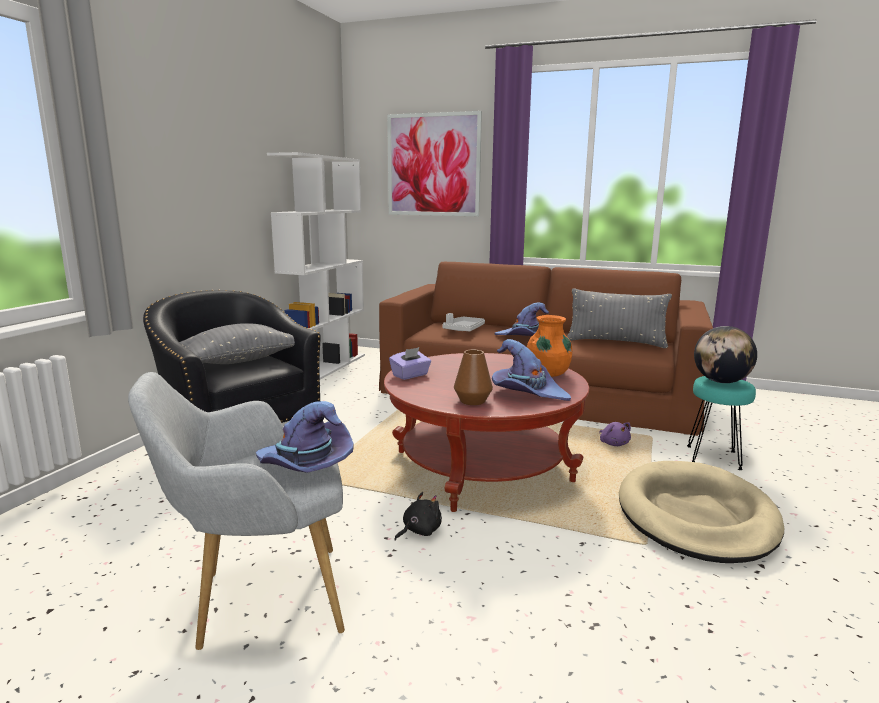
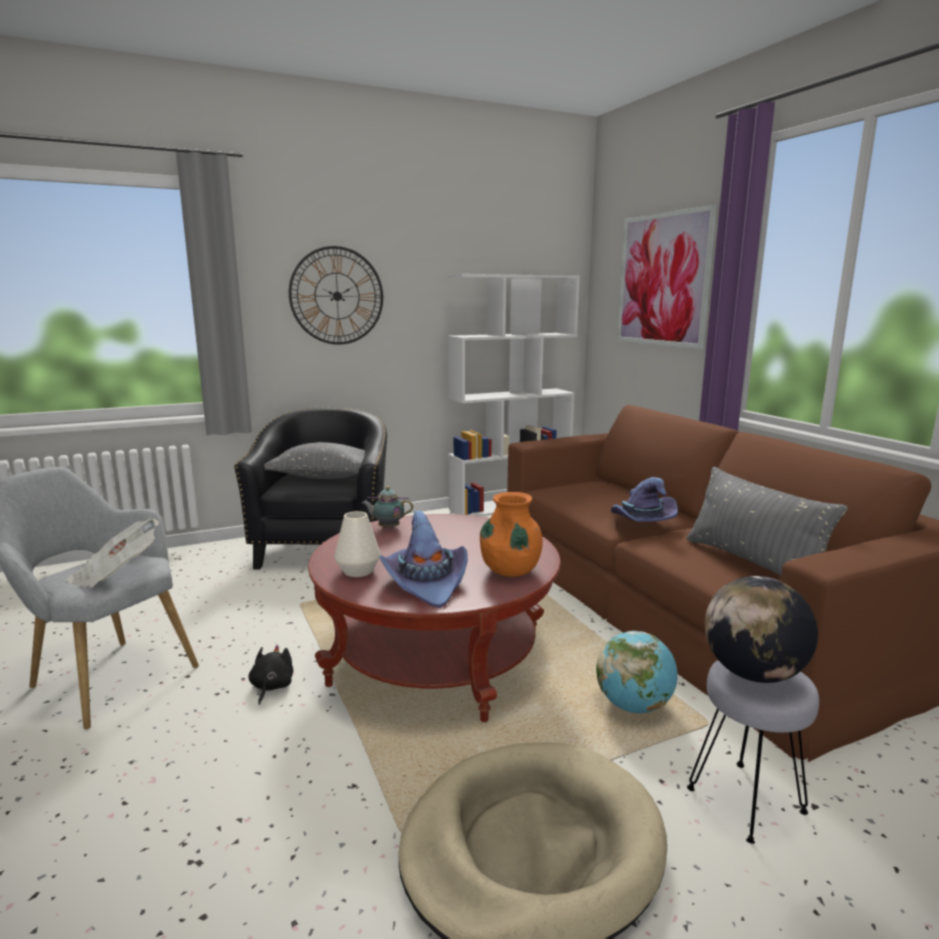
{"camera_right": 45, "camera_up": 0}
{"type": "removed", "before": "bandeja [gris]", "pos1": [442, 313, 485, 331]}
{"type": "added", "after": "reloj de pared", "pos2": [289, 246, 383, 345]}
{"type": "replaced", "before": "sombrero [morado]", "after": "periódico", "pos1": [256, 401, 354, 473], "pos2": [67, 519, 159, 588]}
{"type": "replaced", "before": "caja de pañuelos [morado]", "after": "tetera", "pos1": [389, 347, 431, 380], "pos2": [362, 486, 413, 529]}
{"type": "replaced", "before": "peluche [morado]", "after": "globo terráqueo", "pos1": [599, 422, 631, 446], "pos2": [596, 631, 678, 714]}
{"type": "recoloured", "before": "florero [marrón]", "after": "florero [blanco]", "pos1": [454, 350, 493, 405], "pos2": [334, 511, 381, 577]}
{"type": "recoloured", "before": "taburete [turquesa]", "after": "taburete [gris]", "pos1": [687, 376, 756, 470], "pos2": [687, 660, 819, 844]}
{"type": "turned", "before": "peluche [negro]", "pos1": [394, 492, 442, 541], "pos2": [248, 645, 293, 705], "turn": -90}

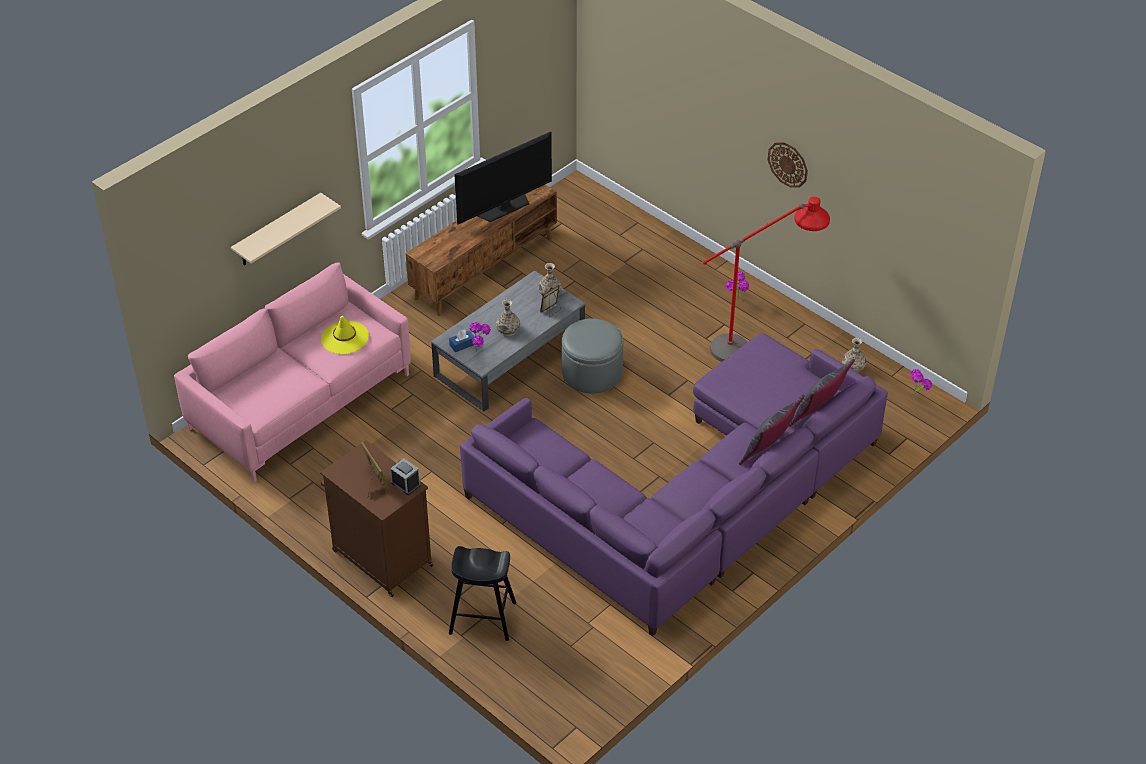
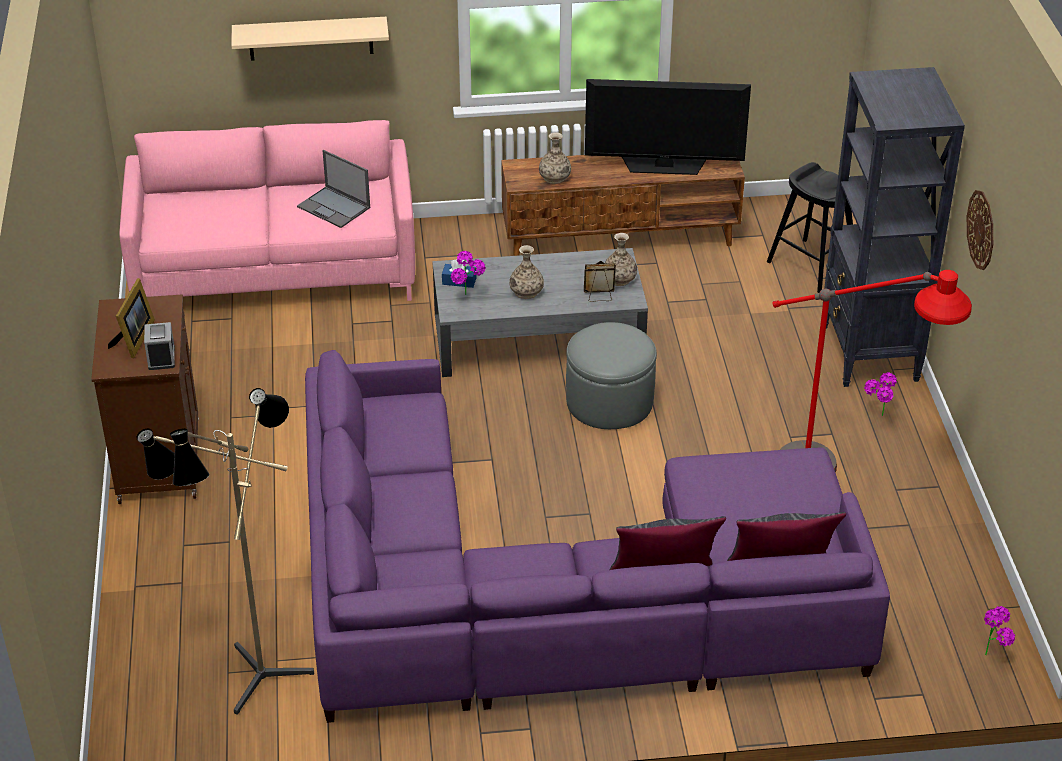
{"camera_right": 40, "camera_up": -5}
{"type": "added", "after": "lámpara de pie", "pos2": [136, 388, 314, 715]}
{"type": "added", "after": "estantería [negro]", "pos2": [824, 67, 965, 387]}
{"type": "moved", "before": "taburete [negro]", "pos1": [449, 546, 516, 641], "pos2": [767, 162, 853, 293]}
{"type": "moved", "before": "florero", "pos1": [842, 338, 866, 373], "pos2": [539, 132, 571, 184]}
{"type": "replaced", "before": "sombrero [amarillo]", "after": "portátil", "pos1": [321, 316, 369, 354], "pos2": [297, 150, 370, 228]}

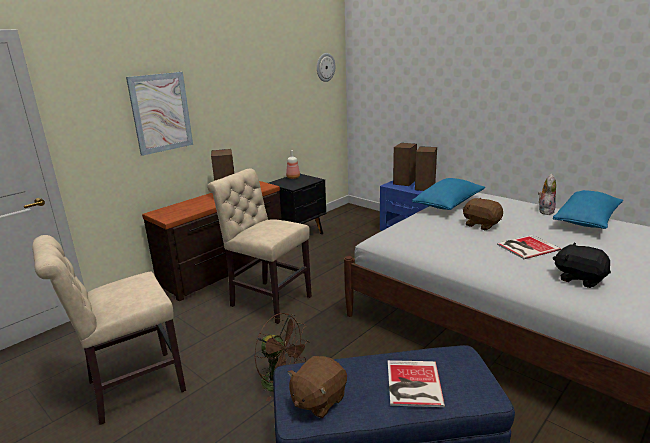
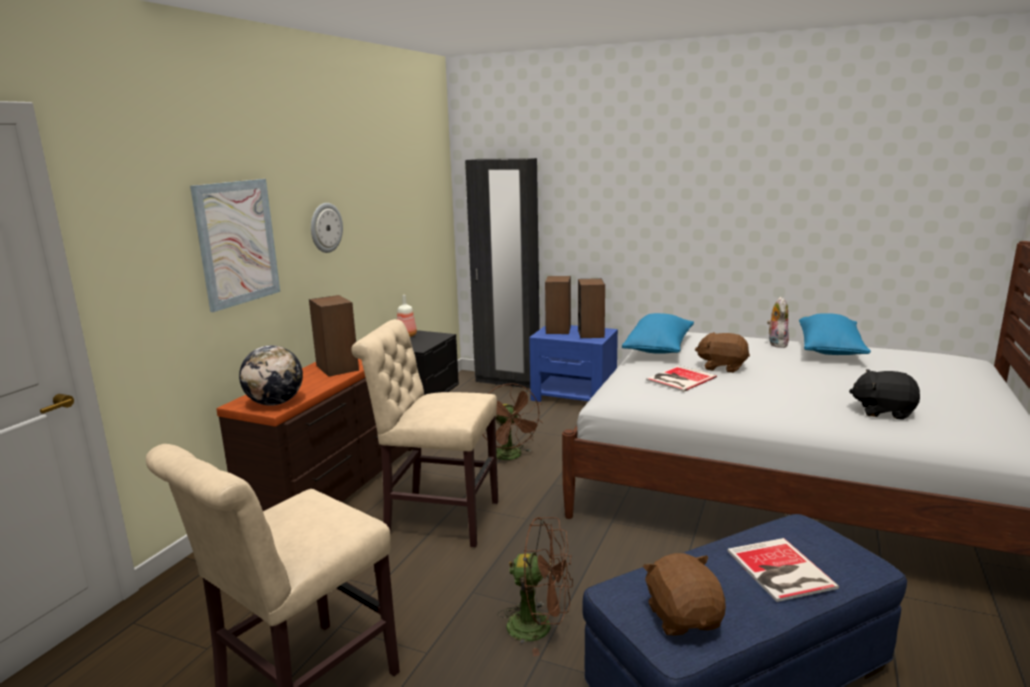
{"camera_right": -20, "camera_up": -5}
{"type": "added", "after": "globo terráqueo", "pos2": [239, 345, 303, 406]}
{"type": "added", "after": "armario ropero [negro]", "pos2": [465, 158, 540, 389]}
{"type": "added", "after": "ventilador [marrón]", "pos2": [482, 383, 543, 460]}
{"type": "moved", "before": "reloj de pared", "pos1": [317, 53, 335, 82], "pos2": [311, 203, 343, 253]}
{"type": "moved", "before": "libro", "pos1": [497, 235, 561, 259], "pos2": [646, 365, 717, 392]}
{"type": "turned", "before": "peluche [marrón]", "pos1": [287, 356, 347, 418], "pos2": [643, 553, 726, 635], "turn": 150}

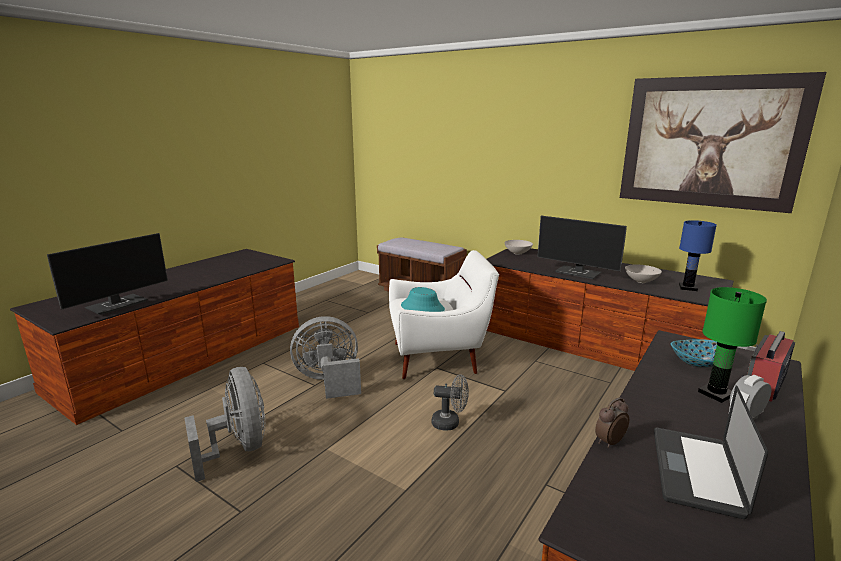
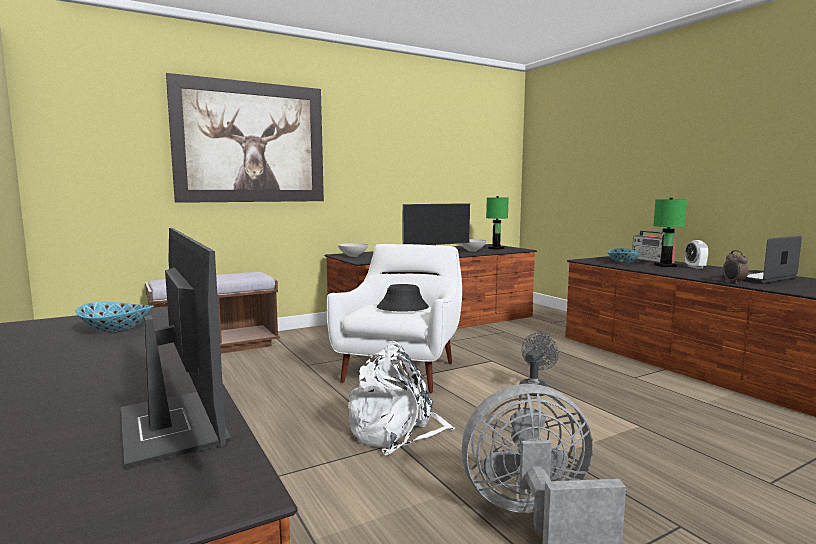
{"camera_right": -65, "camera_up": -10}
{"type": "added", "after": "cuenco", "pos2": [75, 302, 154, 333]}
{"type": "moved", "before": "cuadro", "pos1": [620, 72, 826, 213], "pos2": [166, 73, 324, 203]}
{"type": "replaced", "before": "ventilador [gris]", "after": "mochila [blanco]", "pos1": [290, 316, 361, 399], "pos2": [348, 341, 456, 455]}
{"type": "recoloured", "before": "sombrero [turquesa]", "after": "sombrero [negro]", "pos1": [401, 287, 445, 312], "pos2": [377, 284, 429, 311]}
{"type": "recoloured", "before": "lámpara de mesa [azul]", "after": "lámpara de mesa [verde]", "pos1": [679, 220, 717, 291], "pos2": [486, 196, 509, 250]}
{"type": "turned", "before": "portátil", "pos1": [654, 385, 768, 519], "pos2": [721, 236, 802, 284], "turn": 105}

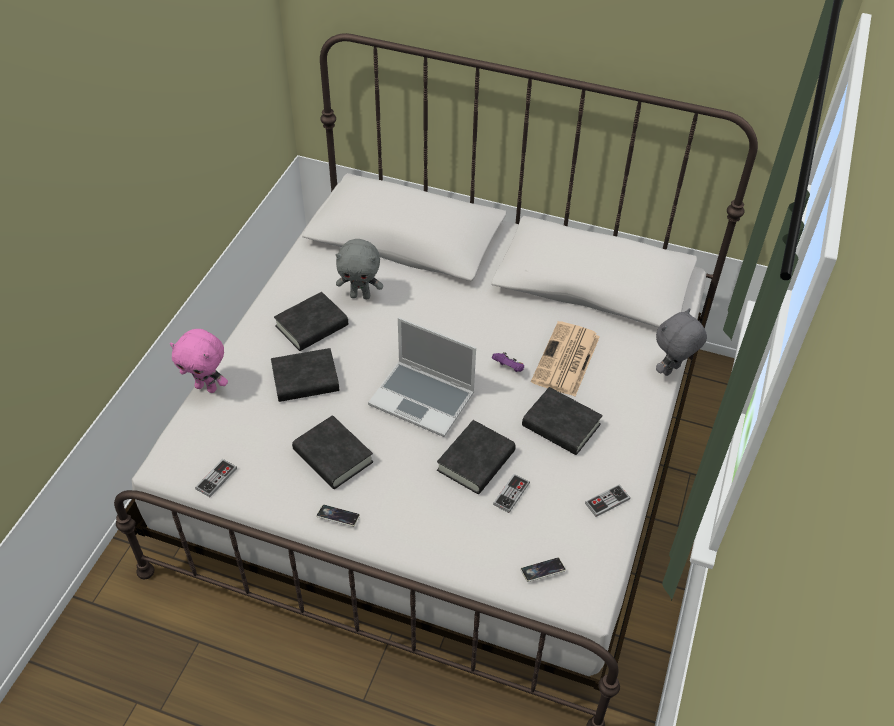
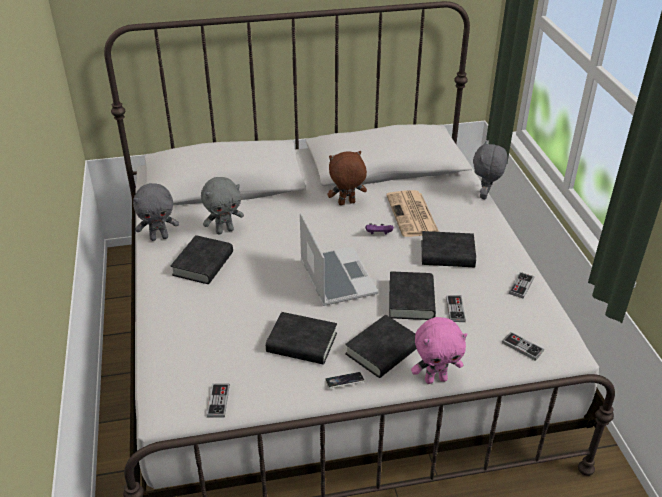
{"camera_right": -30, "camera_up": -10}
{"type": "added", "after": "peluche [gris]", "pos2": [133, 183, 179, 241]}
{"type": "added", "after": "peluche [marrón]", "pos2": [327, 151, 367, 205]}
{"type": "moved", "before": "peluche [rosa]", "pos1": [170, 329, 228, 393], "pos2": [411, 317, 467, 384]}
{"type": "moved", "before": "libro [negro]", "pos1": [271, 348, 339, 402], "pos2": [345, 315, 417, 378]}
{"type": "replaced", "before": "móvil", "after": "mando de consola", "pos1": [521, 558, 566, 582], "pos2": [502, 332, 544, 361]}
{"type": "turned", "before": "portátil", "pos1": [368, 318, 476, 437], "pos2": [300, 212, 378, 306], "turn": -105}

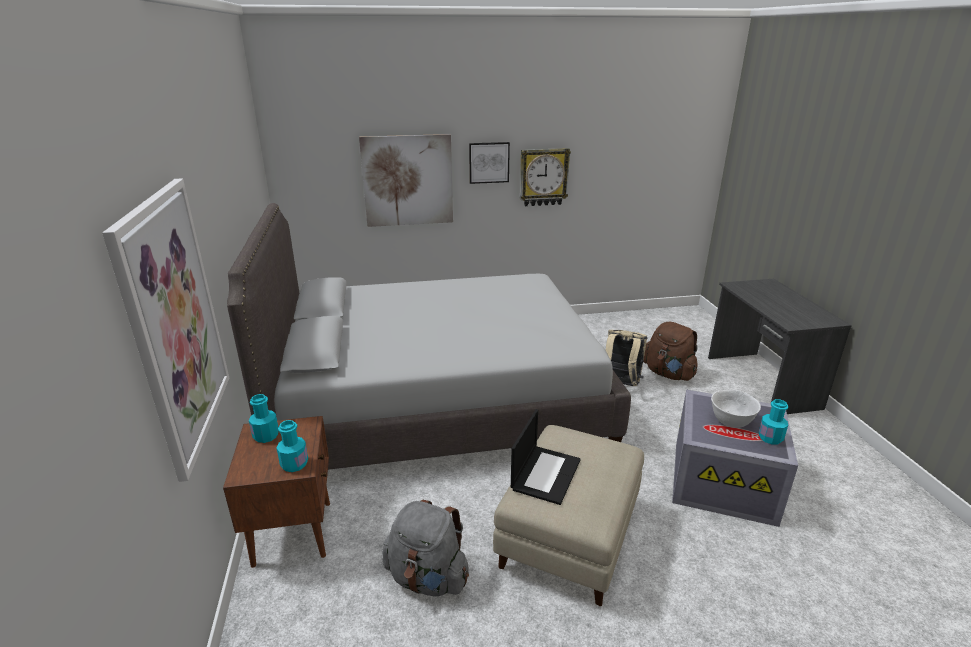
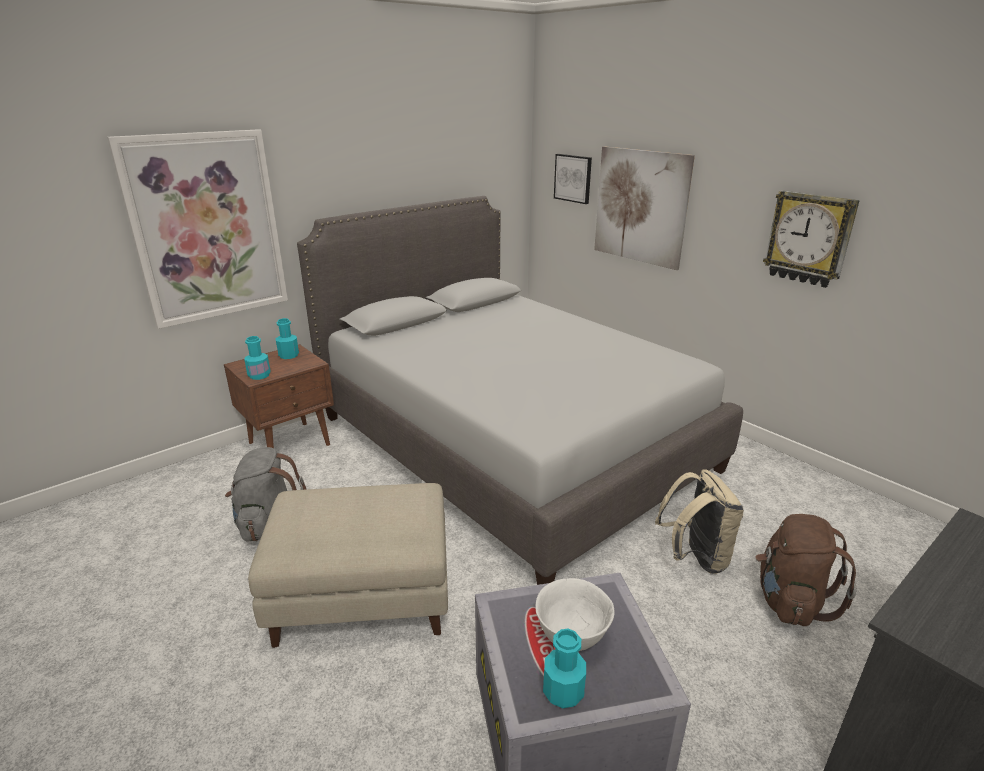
{"camera_right": 60, "camera_up": 0}
{"type": "removed", "before": "portátil", "pos1": [511, 409, 581, 505]}
{"type": "moved", "before": "cuadro", "pos1": [469, 142, 510, 184], "pos2": [554, 154, 592, 204]}

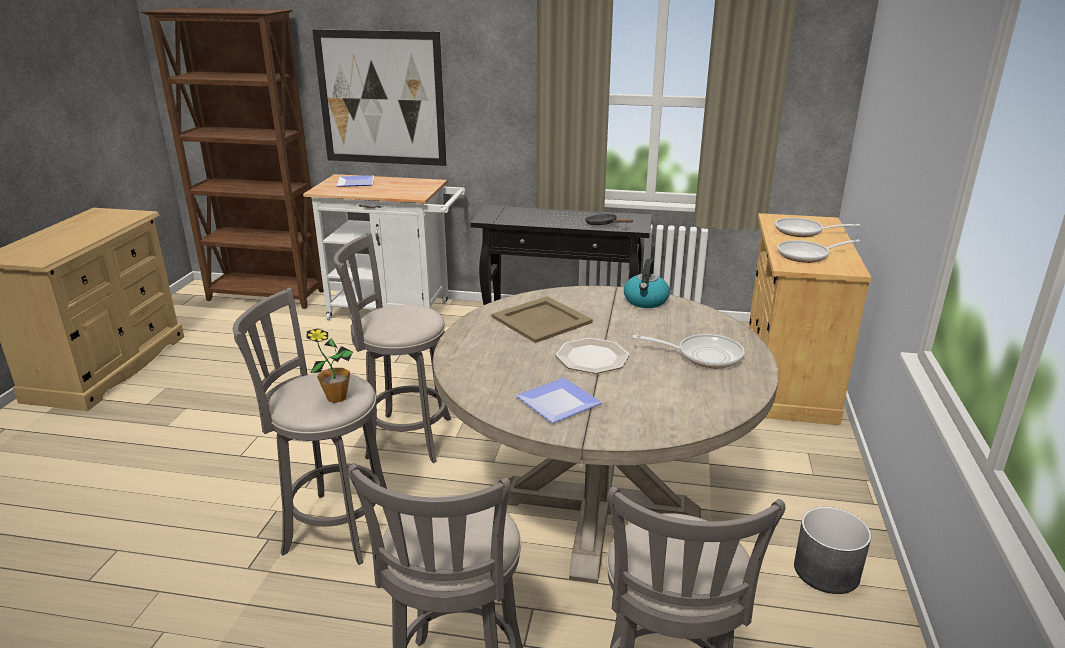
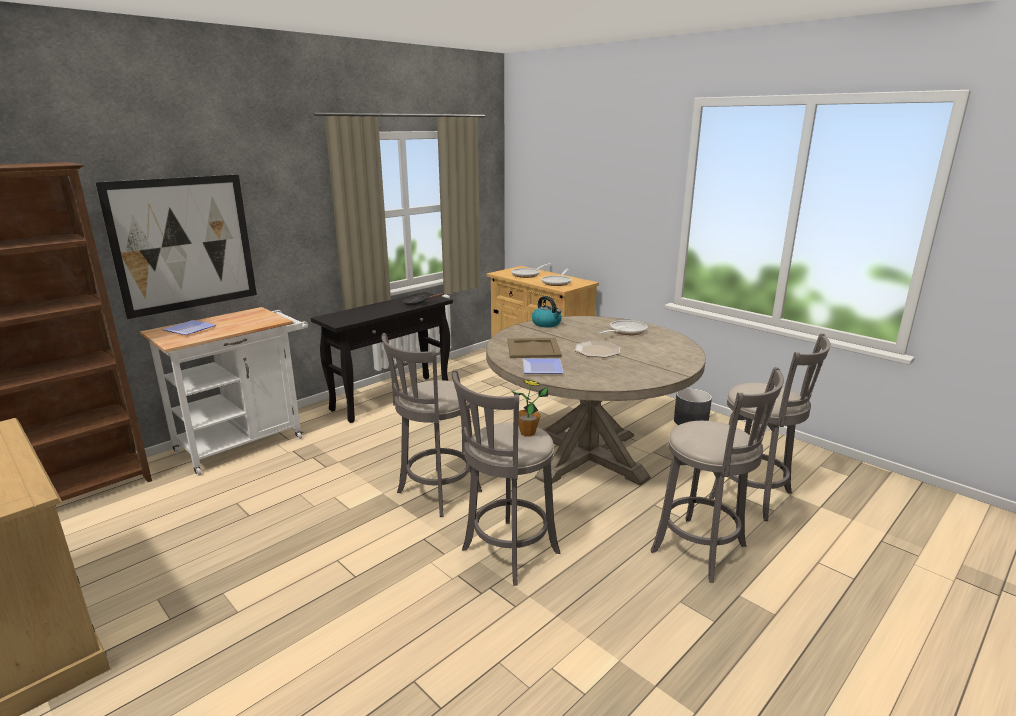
{"camera_right": -55, "camera_up": -5}
{"type": "moved", "before": "plato", "pos1": [515, 377, 603, 423], "pos2": [523, 358, 564, 374]}

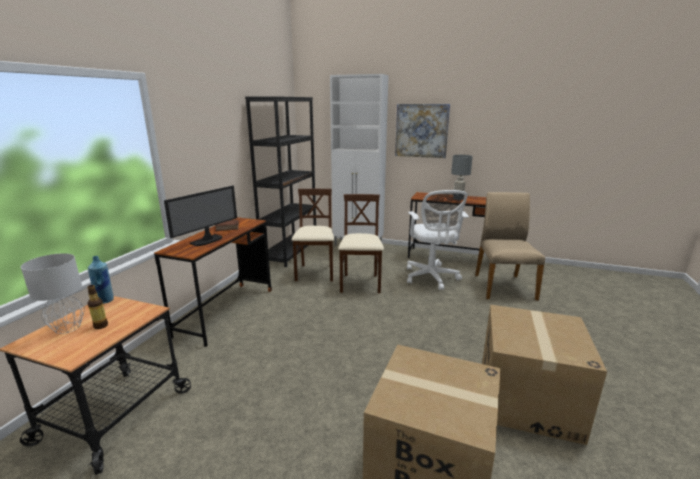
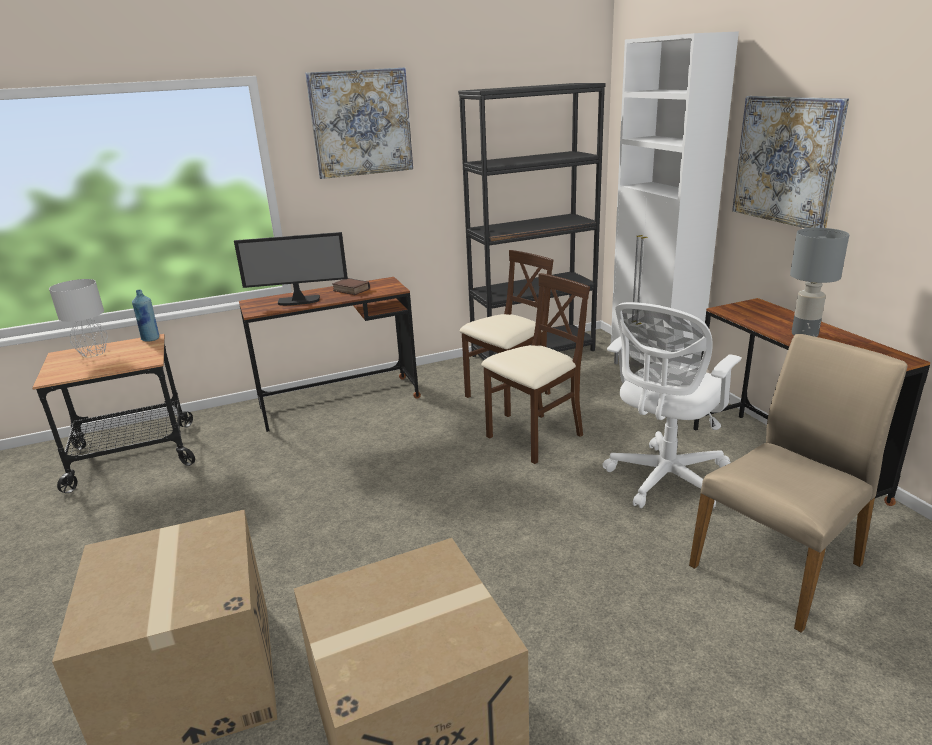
{"camera_right": 50, "camera_up": 5}
{"type": "removed", "before": "botella", "pos1": [87, 285, 108, 329]}
{"type": "added", "after": "cuadro", "pos2": [305, 67, 413, 179]}

